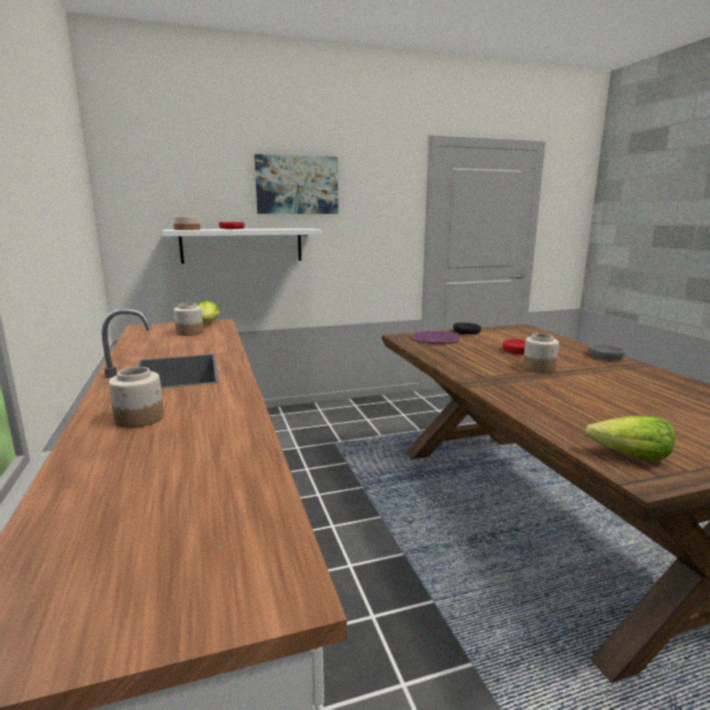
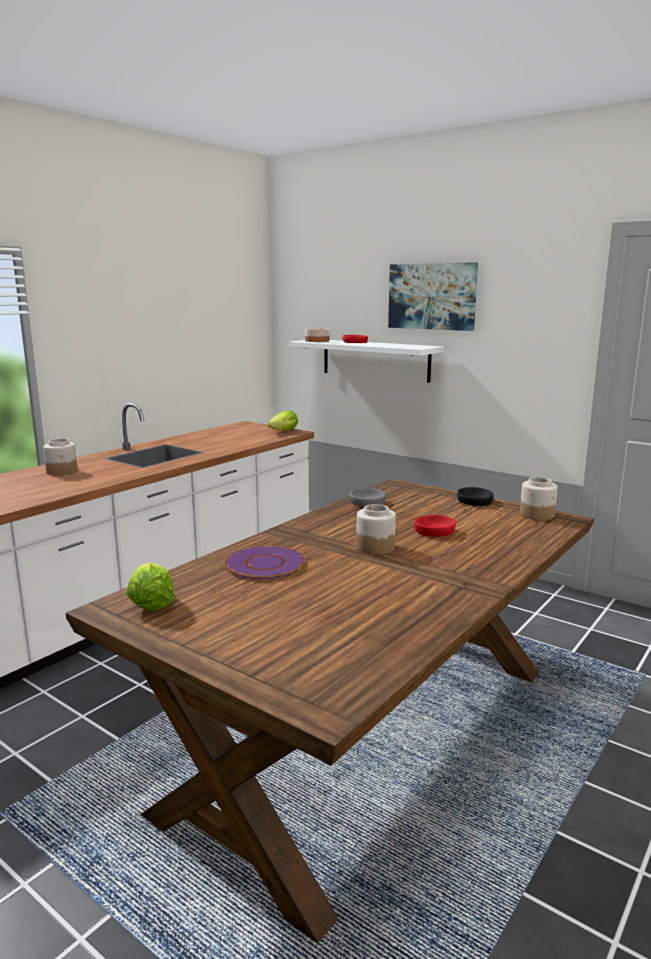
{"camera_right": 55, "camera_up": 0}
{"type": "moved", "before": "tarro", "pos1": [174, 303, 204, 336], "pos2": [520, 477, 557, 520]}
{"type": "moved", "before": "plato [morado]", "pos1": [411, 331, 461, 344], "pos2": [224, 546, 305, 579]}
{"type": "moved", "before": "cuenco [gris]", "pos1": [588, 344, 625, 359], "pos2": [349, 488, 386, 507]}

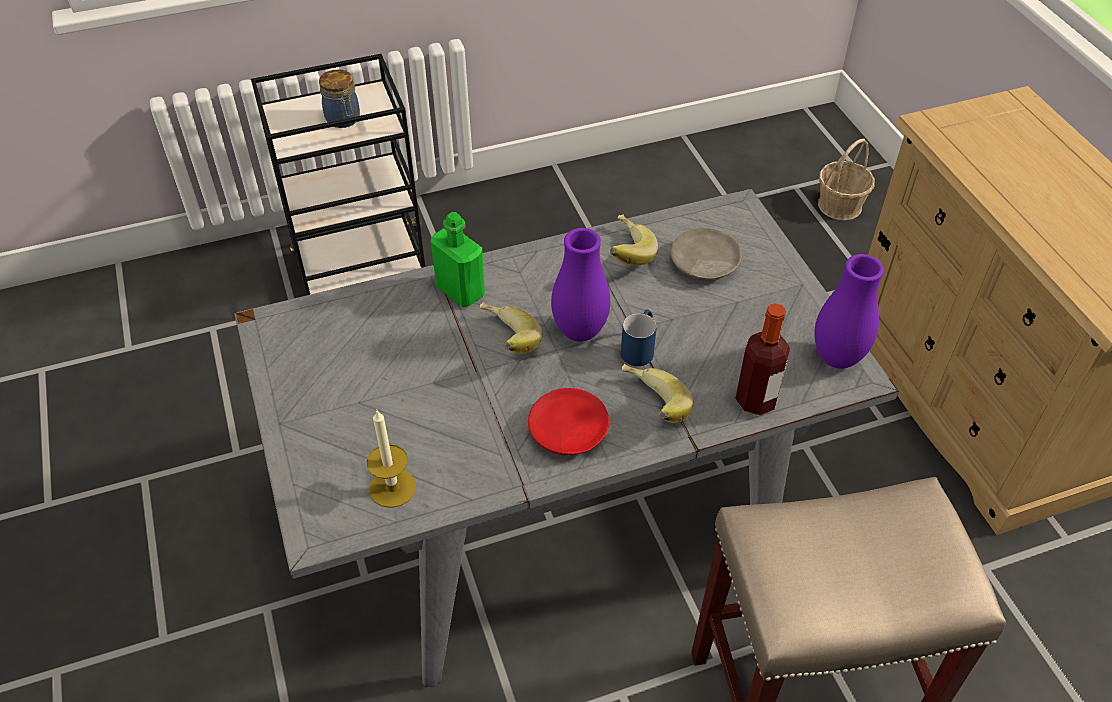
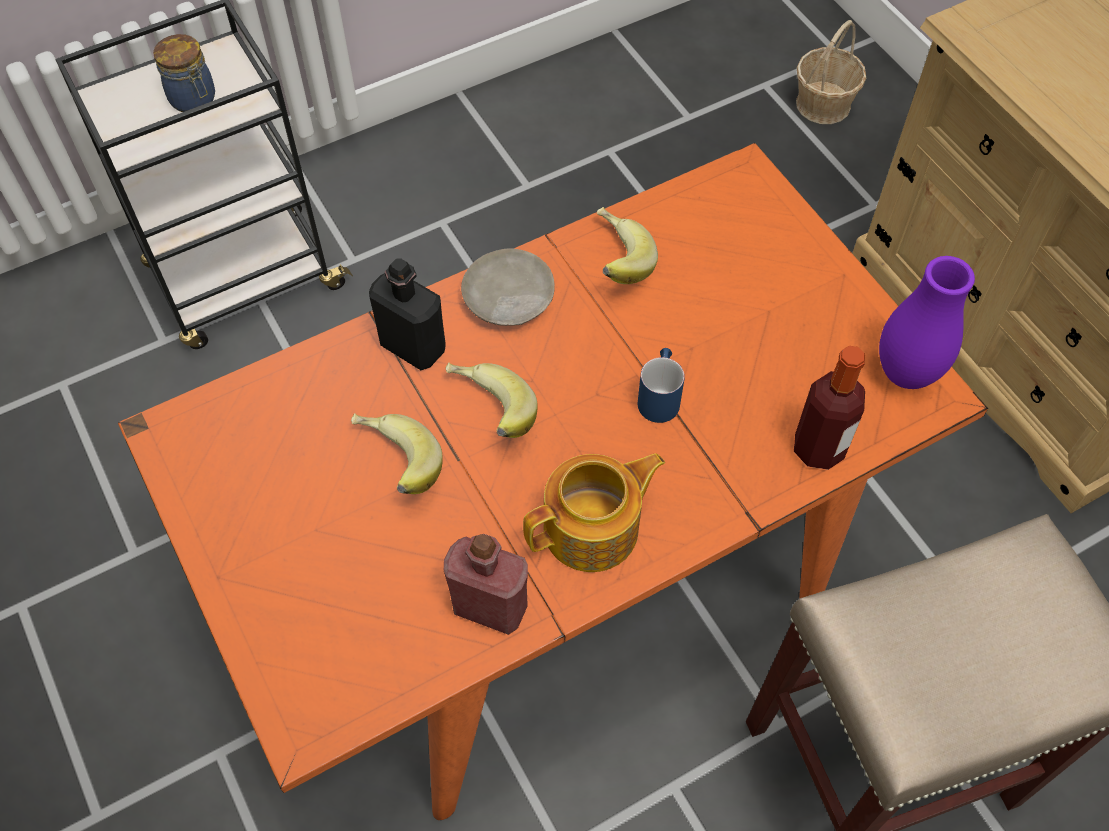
{"camera_right": -10, "camera_up": 10}
{"type": "removed", "before": "vela", "pos1": [367, 411, 416, 508]}
{"type": "removed", "before": "florero [morado]", "pos1": [551, 228, 610, 342]}
{"type": "added", "after": "botella [rojo]", "pos2": [444, 534, 528, 635]}
{"type": "moved", "before": "plátano", "pos1": [622, 364, 693, 423], "pos2": [351, 413, 443, 494]}
{"type": "moved", "before": "plato [beis]", "pos1": [670, 228, 742, 280], "pos2": [461, 248, 554, 326]}
{"type": "replaced", "before": "plato [rojo]", "after": "tetera", "pos1": [528, 388, 610, 455], "pos2": [523, 453, 665, 572]}
{"type": "recoloured", "before": "mesa de comedor [gris]", "after": "mesa de comedor [naranja]", "pos1": [234, 189, 899, 687], "pos2": [118, 143, 988, 820]}
{"type": "recoloured", "before": "botella [verde]", "after": "botella [negro]", "pos1": [431, 212, 485, 307], "pos2": [369, 258, 446, 370]}

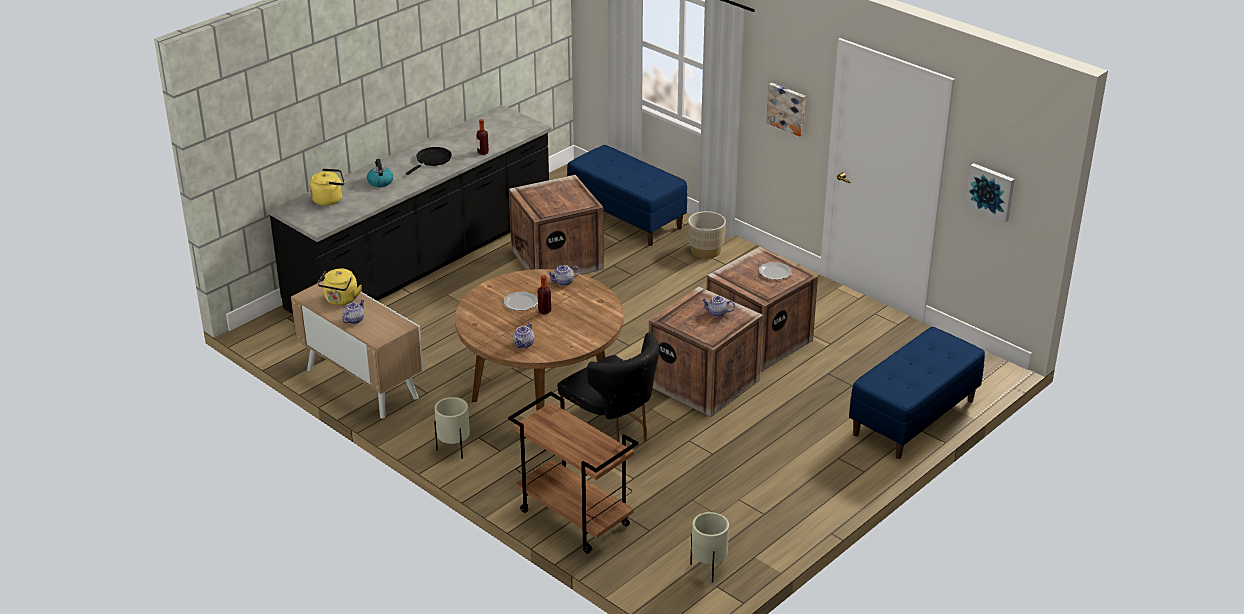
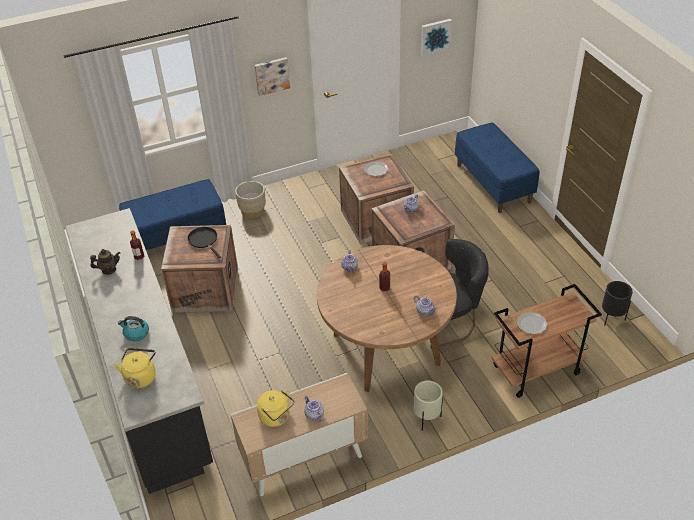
{"camera_right": -65, "camera_up": 10}
{"type": "added", "after": "tetera", "pos2": [90, 249, 120, 275]}
{"type": "moved", "before": "sartén [negro]", "pos1": [406, 147, 452, 175], "pos2": [187, 227, 221, 258]}
{"type": "moved", "before": "plato", "pos1": [504, 291, 538, 311], "pos2": [517, 312, 548, 334]}
{"type": "recoloured", "before": "maceta [beis]", "after": "maceta [negro]", "pos1": [690, 512, 729, 583], "pos2": [602, 281, 633, 326]}

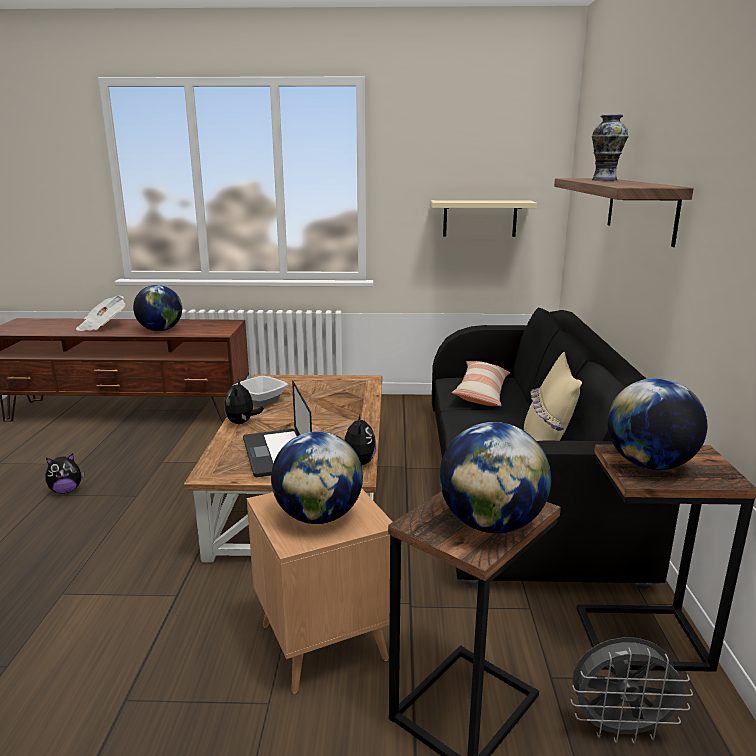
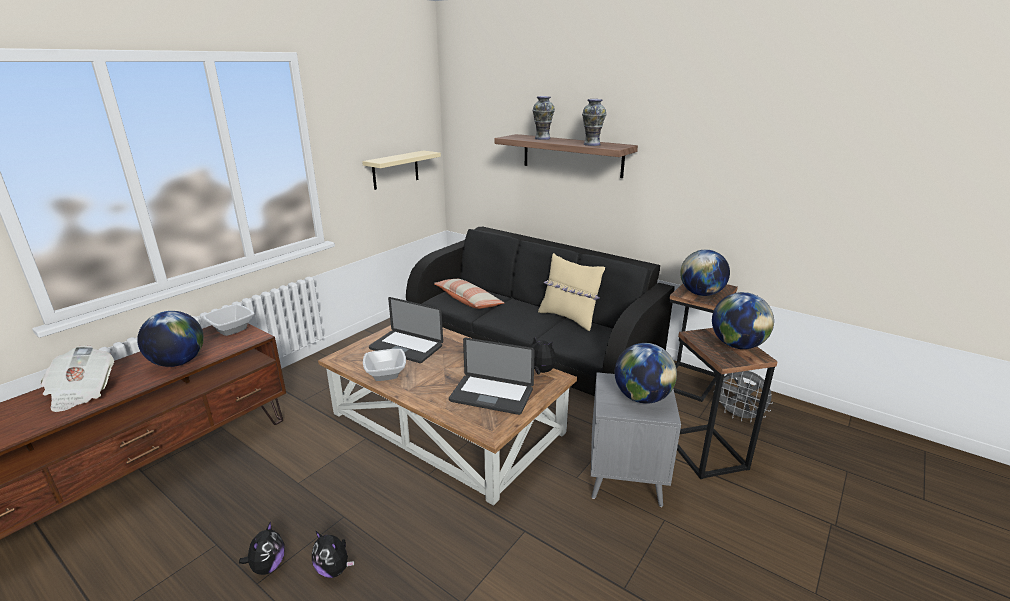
{"camera_right": -55, "camera_up": 5}
{"type": "added", "after": "cuenco", "pos2": [202, 304, 254, 336]}
{"type": "added", "after": "portátil", "pos2": [369, 297, 443, 363]}
{"type": "added", "after": "florero", "pos2": [582, 99, 606, 146]}
{"type": "moved", "before": "peluche", "pos1": [224, 379, 264, 424], "pos2": [312, 531, 354, 578]}
{"type": "recoloured", "before": "mesa auxiliar [marrón]", "after": "mesa auxiliar [gris]", "pos1": [247, 489, 392, 694], "pos2": [591, 372, 681, 507]}
{"type": "turned", "before": "ventilador [gris]", "pos1": [570, 637, 693, 744], "pos2": [713, 371, 773, 422], "turn": 90}

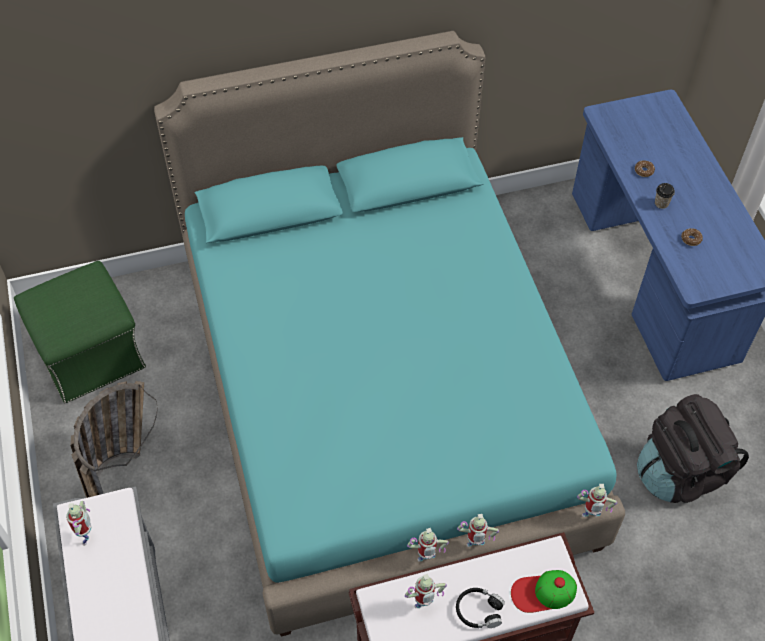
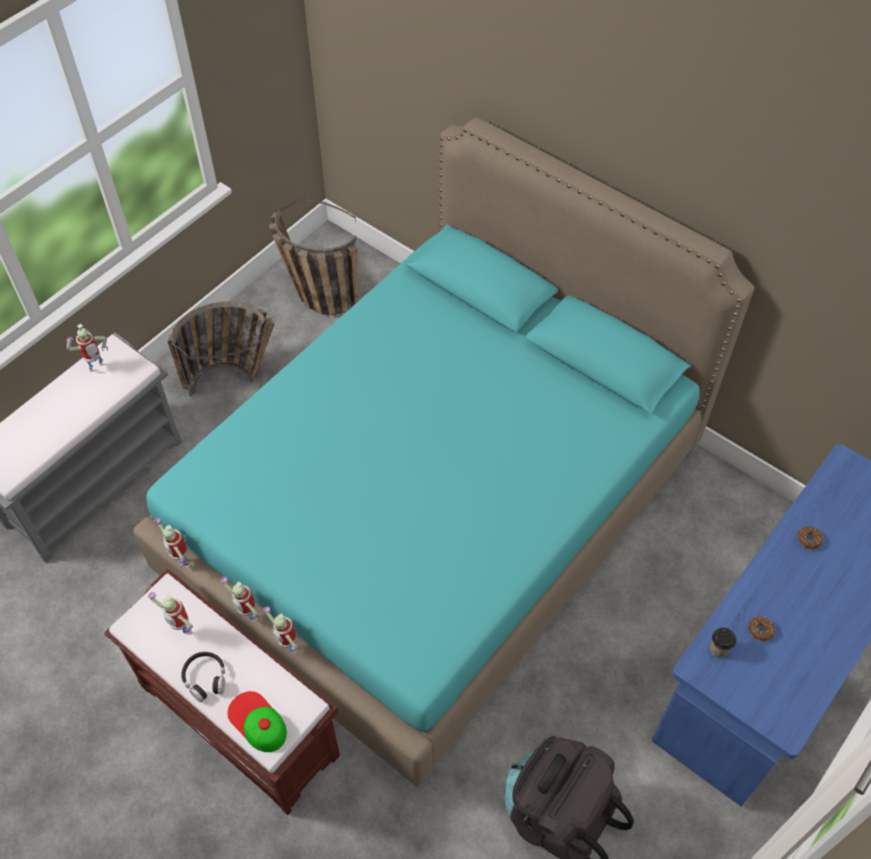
{"camera_right": 55, "camera_up": 0}
{"type": "moved", "before": "robot de juguete", "pos1": [577, 484, 617, 517], "pos2": [154, 518, 190, 568]}
{"type": "moved", "before": "taza", "pos1": [655, 183, 675, 209], "pos2": [710, 628, 736, 658]}
{"type": "replaced", "before": "puf [verde]", "after": "cesta", "pos1": [14, 261, 146, 403], "pos2": [269, 199, 359, 315]}

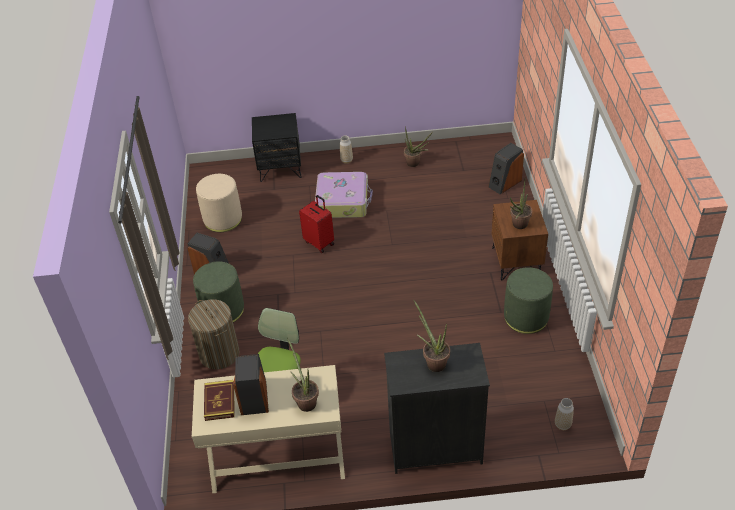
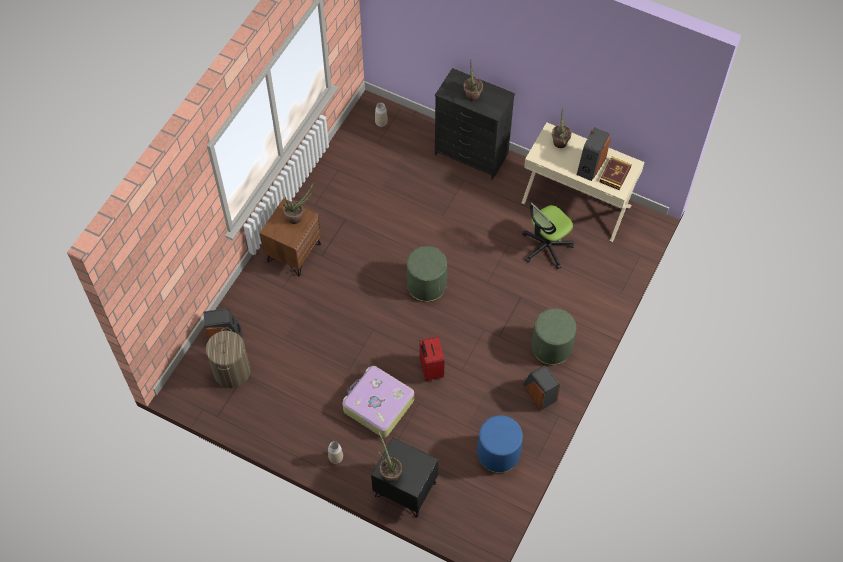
{"camera_right": -150, "camera_up": 15}
{"type": "moved", "before": "cesto de la ropa", "pos1": [188, 299, 240, 369], "pos2": [206, 327, 250, 388]}
{"type": "moved", "before": "planta en maceta", "pos1": [404, 126, 433, 167], "pos2": [377, 430, 402, 482]}
{"type": "moved", "before": "puf [verde]", "pos1": [504, 267, 553, 334], "pos2": [407, 246, 447, 302]}
{"type": "recoloured", "before": "puf [beis]", "after": "puf [azul]", "pos1": [196, 174, 242, 232], "pos2": [477, 415, 523, 473]}

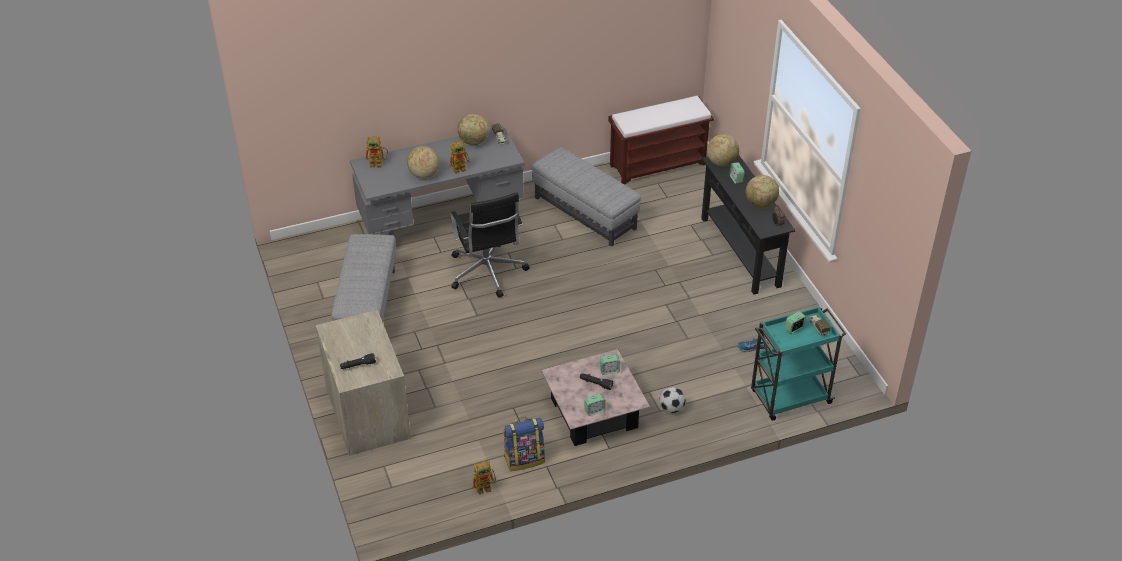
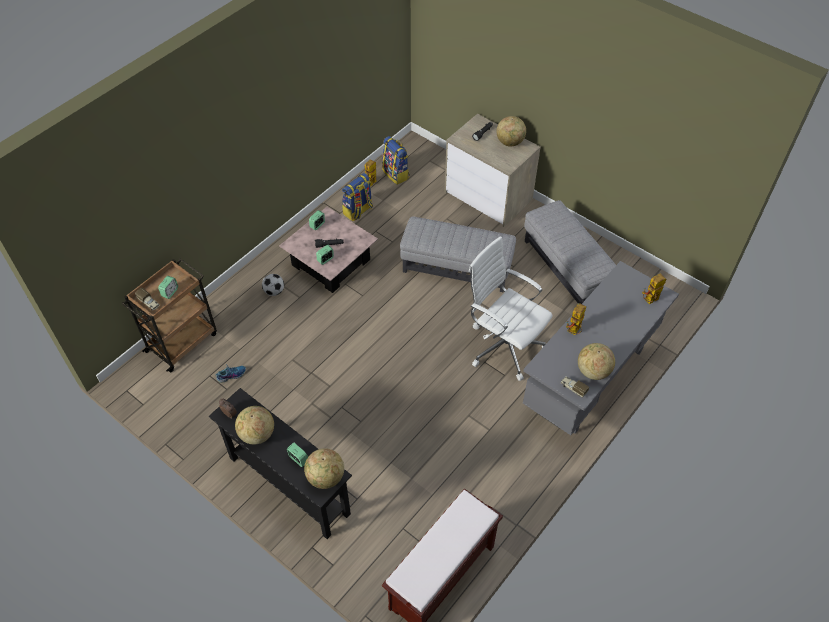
{"camera_right": 150, "camera_up": 10}
{"type": "added", "after": "mochila", "pos2": [382, 136, 410, 185]}
{"type": "moved", "before": "globo terráqueo", "pos1": [407, 146, 440, 179], "pos2": [496, 116, 526, 147]}
{"type": "moved", "before": "puf [gris]", "pos1": [532, 147, 641, 247], "pos2": [400, 216, 516, 292]}
{"type": "recoloured", "before": "silla de oficina [negro]", "after": "silla de oficina [blanco]", "pos1": [450, 192, 530, 297], "pos2": [469, 236, 553, 381]}
{"type": "recoloured", "before": "carrito [turquesa]", "after": "carrito [marrón]", "pos1": [751, 306, 846, 421], "pos2": [122, 259, 217, 372]}

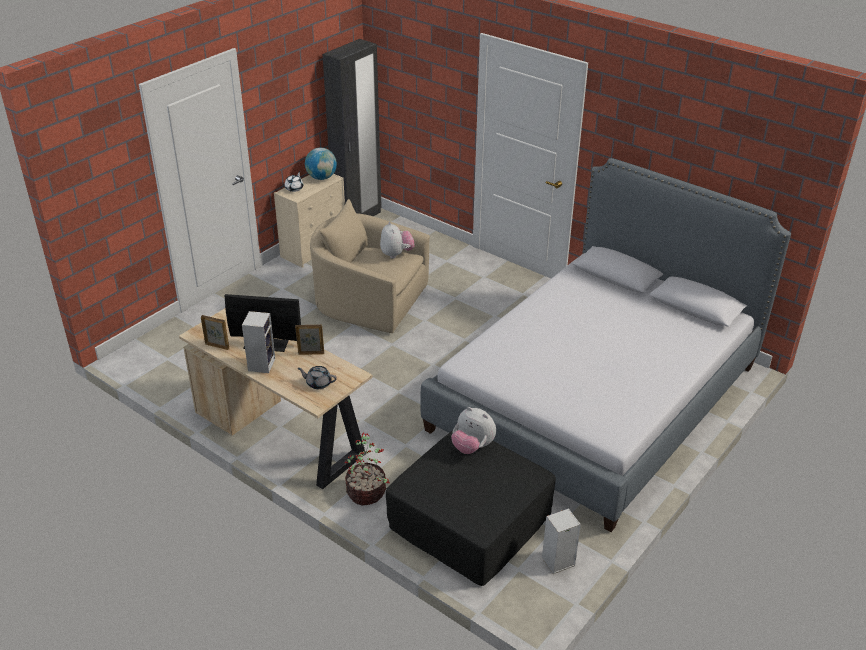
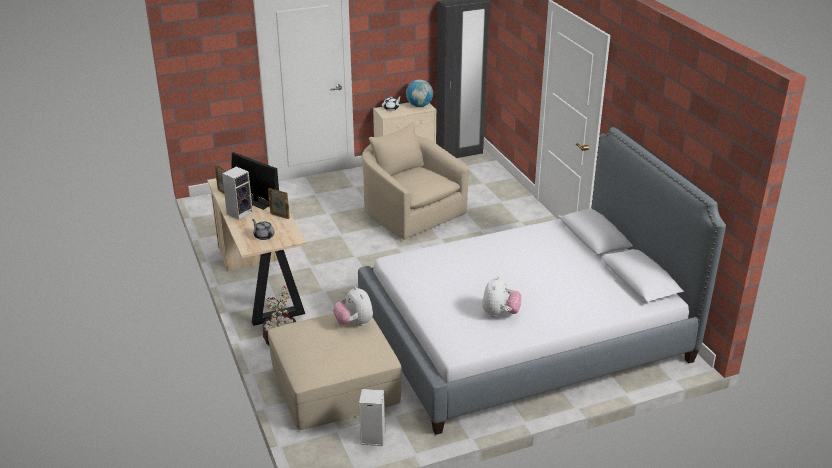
{"camera_right": 30, "camera_up": -5}
{"type": "moved", "before": "peluche", "pos1": [380, 222, 415, 259], "pos2": [482, 276, 522, 318]}
{"type": "recoloured", "before": "puf [negro]", "after": "puf [beis]", "pos1": [386, 430, 556, 586], "pos2": [268, 313, 402, 430]}

